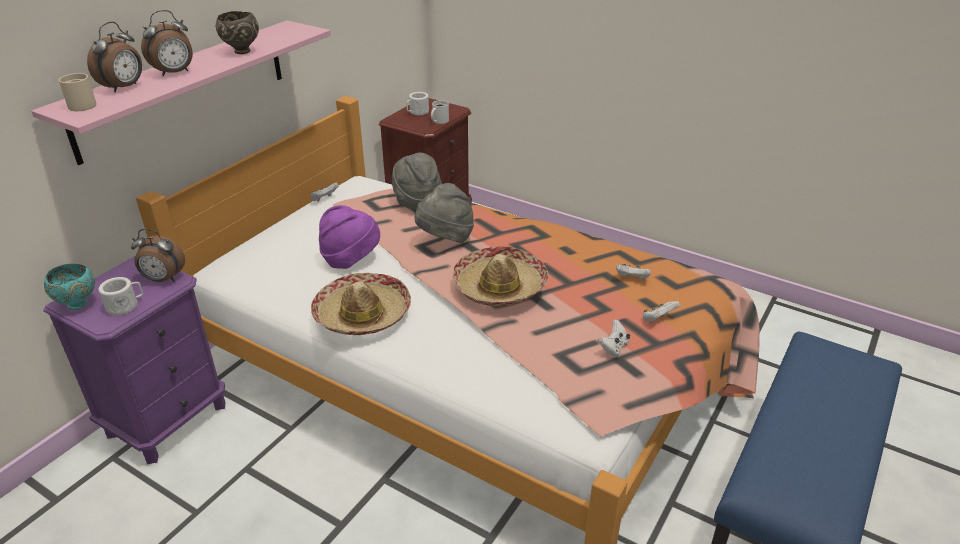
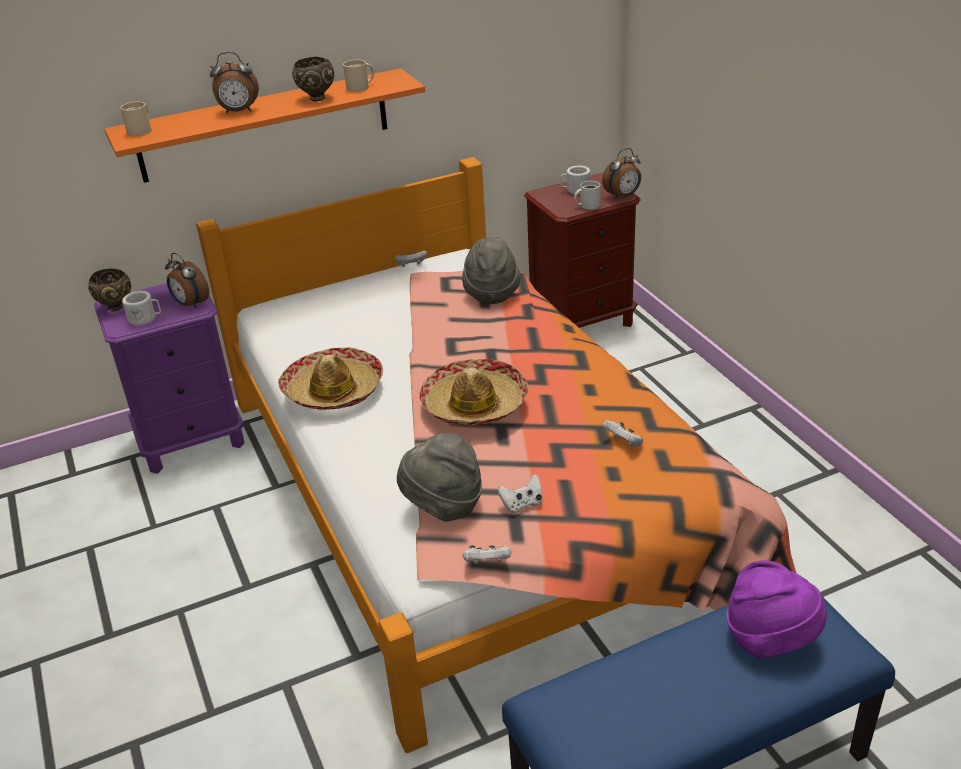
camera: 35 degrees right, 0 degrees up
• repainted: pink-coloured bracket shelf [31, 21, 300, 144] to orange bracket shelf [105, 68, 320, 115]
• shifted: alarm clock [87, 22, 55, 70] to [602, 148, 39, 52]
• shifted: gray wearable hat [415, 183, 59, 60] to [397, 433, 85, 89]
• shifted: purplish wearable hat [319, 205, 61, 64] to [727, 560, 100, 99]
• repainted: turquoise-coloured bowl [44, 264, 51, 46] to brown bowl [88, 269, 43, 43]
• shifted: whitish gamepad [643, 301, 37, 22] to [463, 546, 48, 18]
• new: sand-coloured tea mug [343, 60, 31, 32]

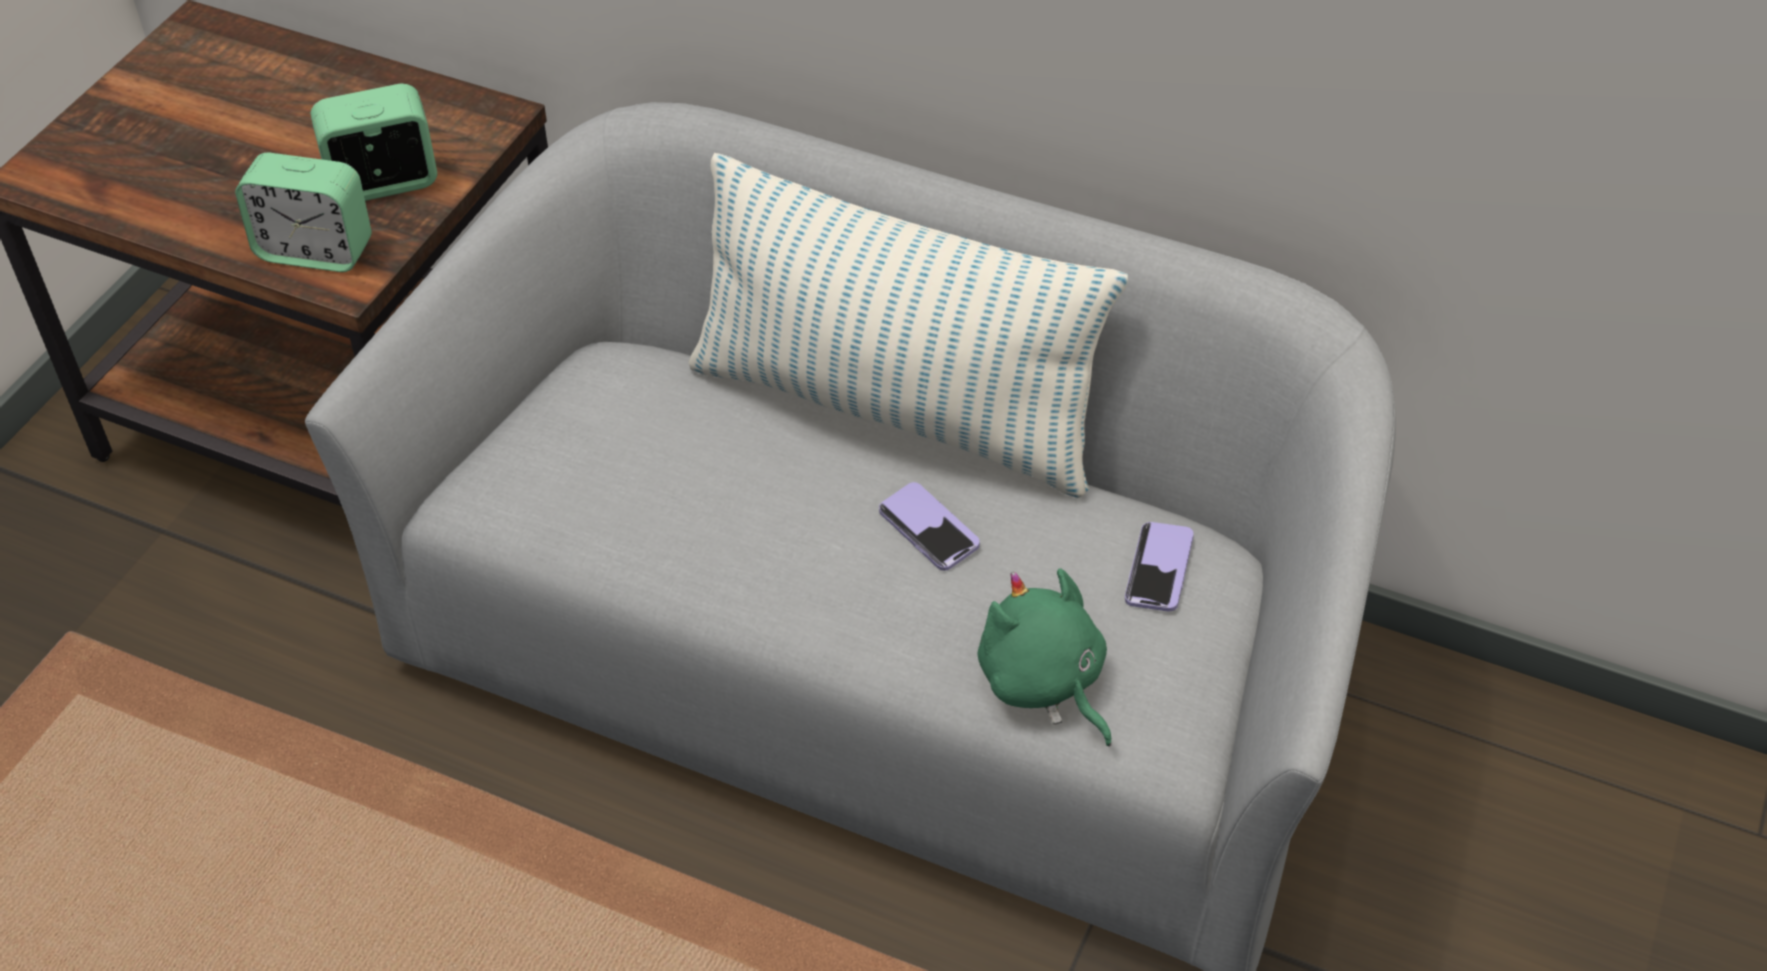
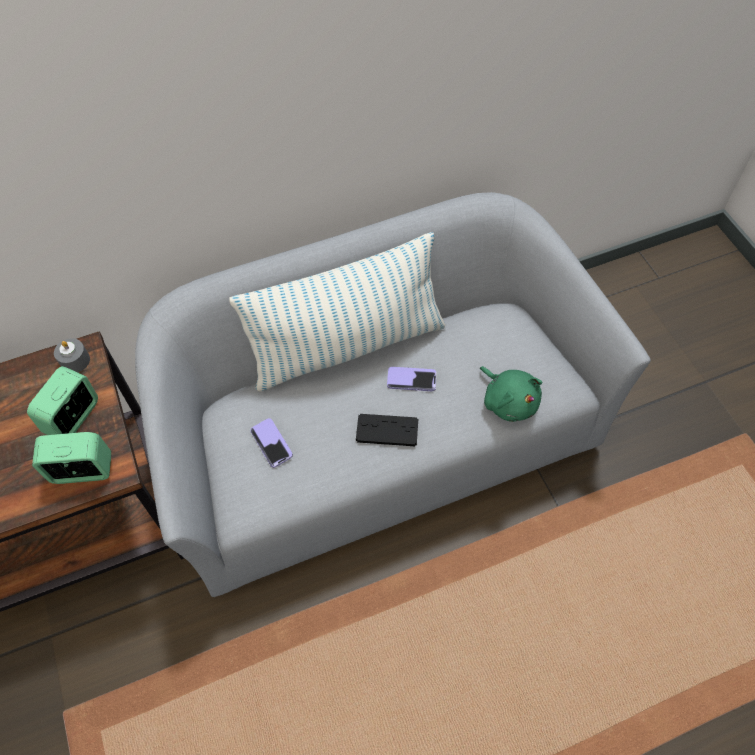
camera: 45 degrees left, 10 degrees up
• rotated: alarm clock [235, 152, 137, 120] = [32, 432, 79, 52] 150 degrees counterclockwise
• shifted: handset [1125, 522, 69, 90] to [250, 418, 43, 50]
• rotated: green plush toy [978, 568, 133, 178] = [480, 366, 62, 56] 135 degrees counterclockwise
• new: gray wax light [54, 338, 36, 34]
• new: blackish gamepad [356, 414, 62, 32]

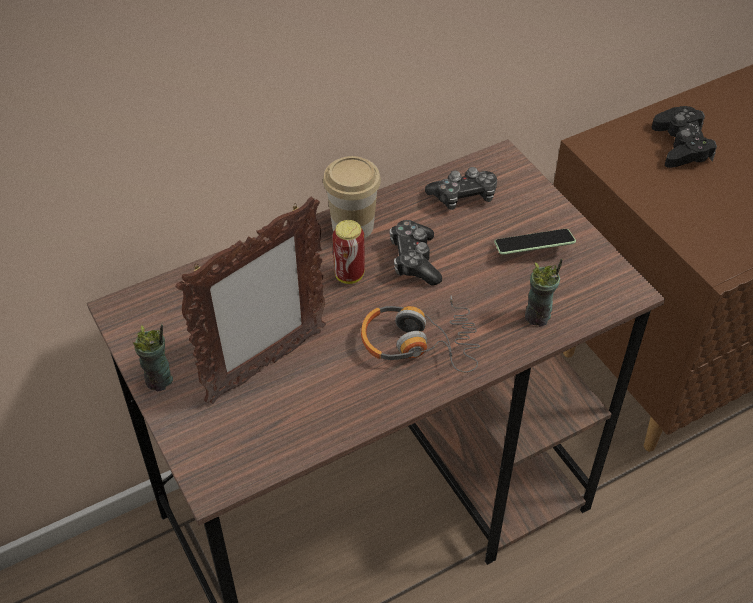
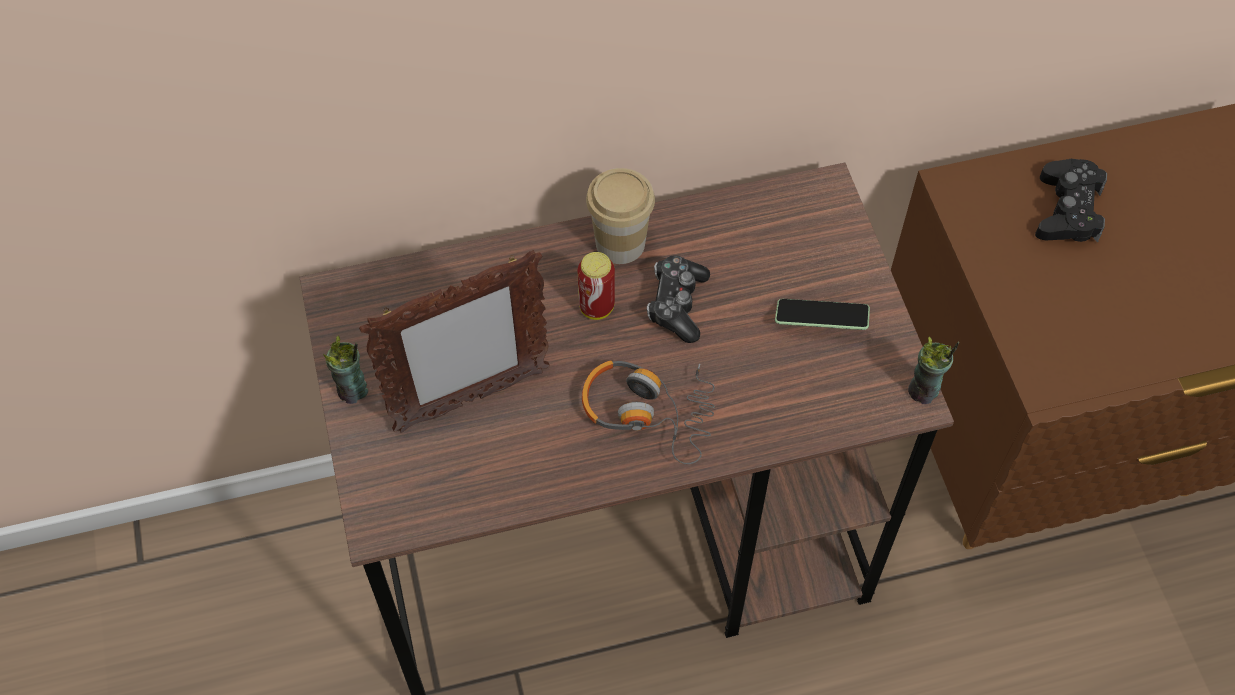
camera: 15 degrees right, 10 degrees up
• gone: gamepad [425, 167, 72, 43]
• shifted: cup [525, 259, 38, 68] to [908, 336, 51, 68]

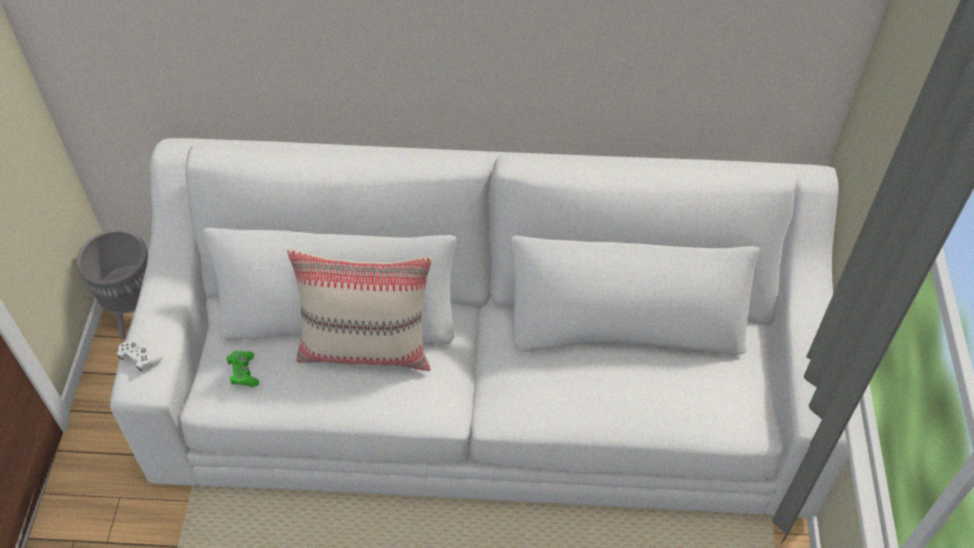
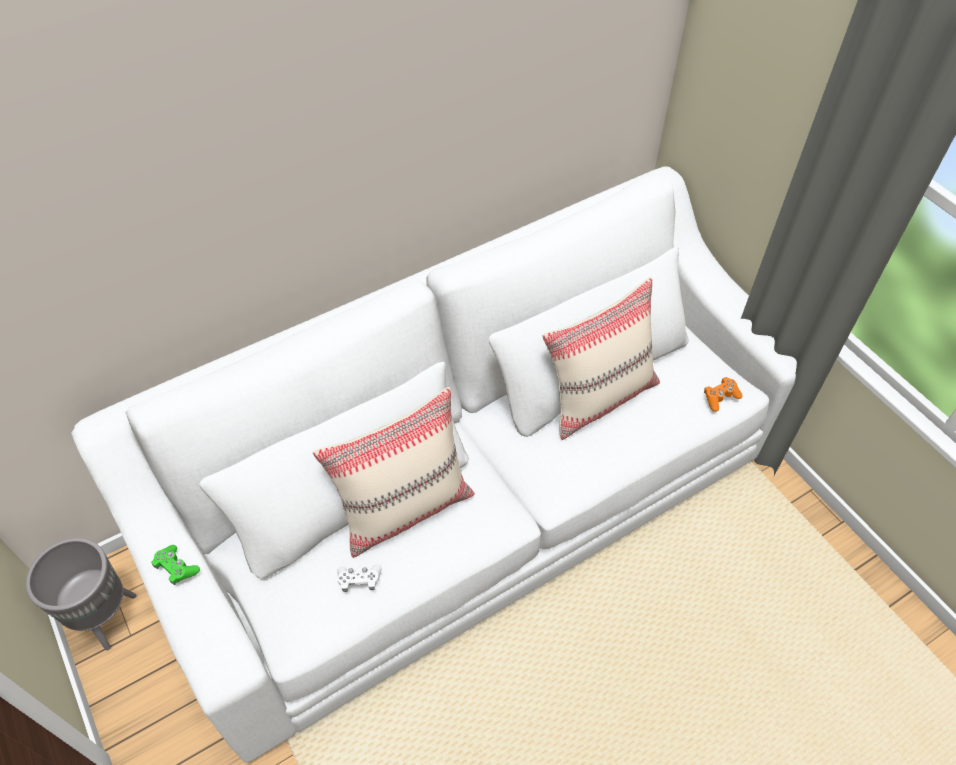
camera: 35 degrees left, 0 degrees up
• shifted: whitish gamepad [117, 339, 46, 32] to [337, 564, 45, 28]
• shifted: green gamepad [226, 351, 33, 36] to [151, 545, 49, 40]
• new: sand-coloured throw pillow [542, 277, 118, 163]
• new: orange gamepad [704, 377, 39, 35]

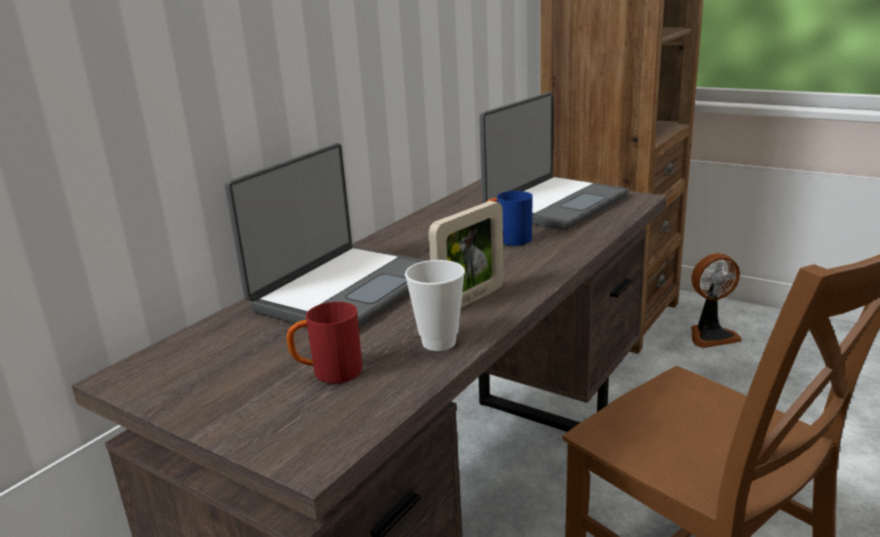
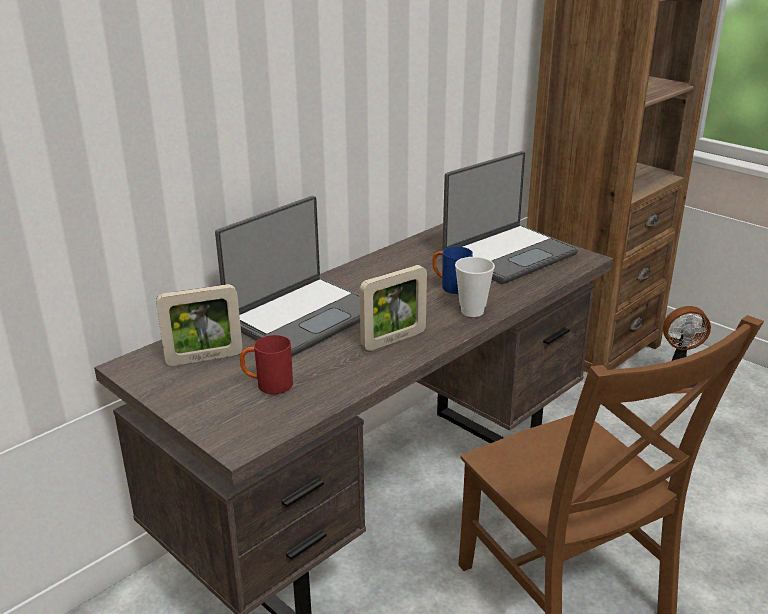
camera: 10 degrees right, 5 degrees up
• shifted: cup [405, 260, 60, 91] to [455, 257, 40, 60]
• new: standing frame [156, 284, 87, 82]

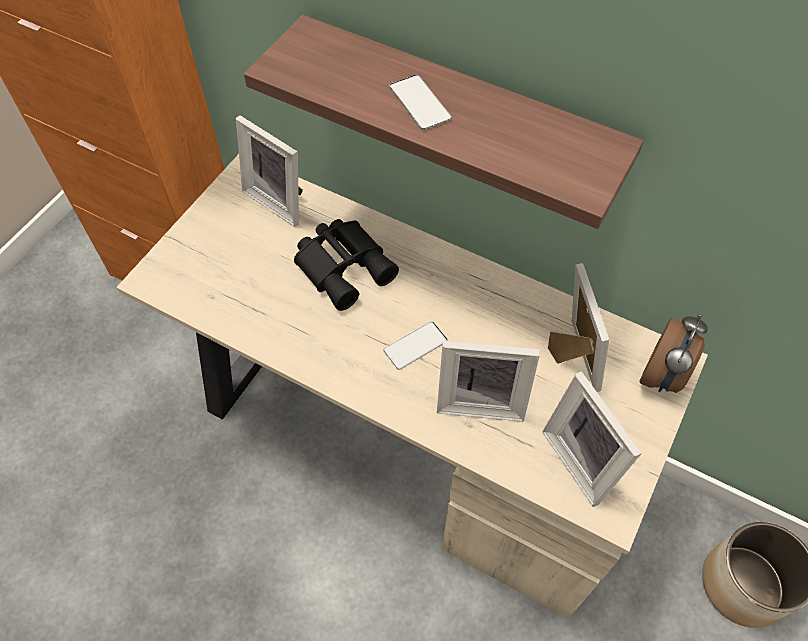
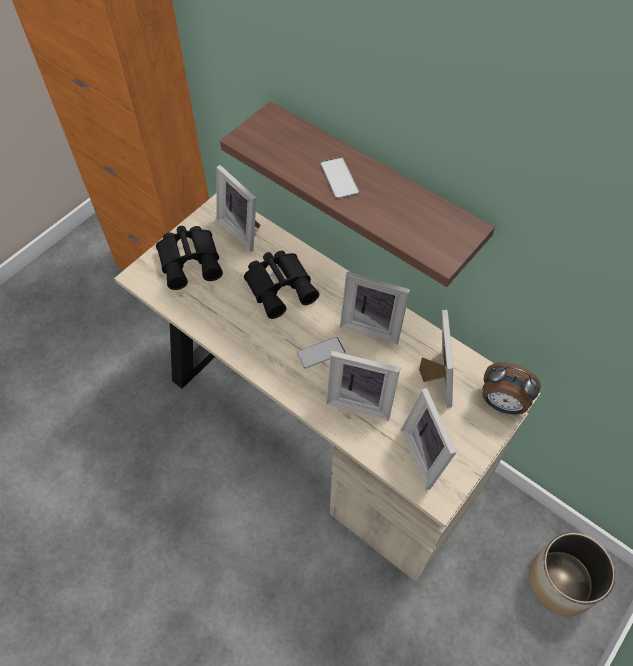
camera: 10 degrees right, 0 degrees up
• rotated: alarm clock [639, 314, 69, 79] = [482, 362, 59, 52] 75 degrees clockwise
• new: blackish field glasses [156, 226, 67, 64]
• new: standing frame [340, 271, 70, 73]

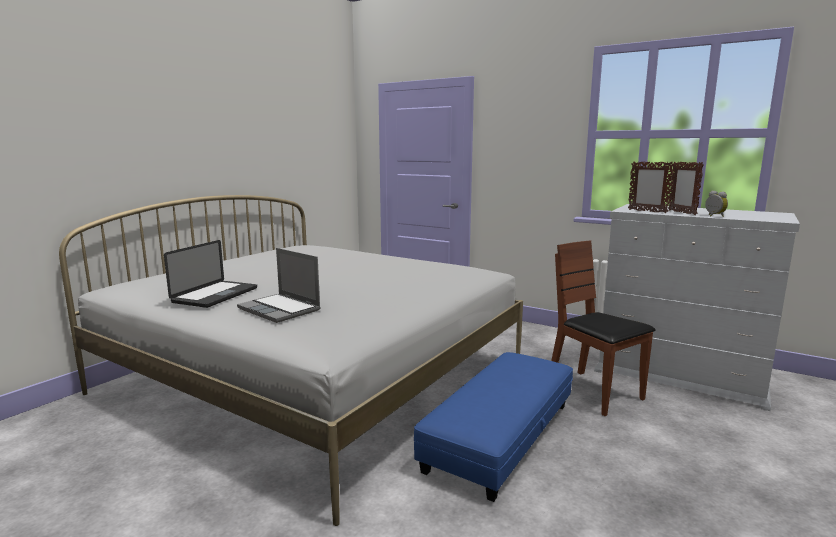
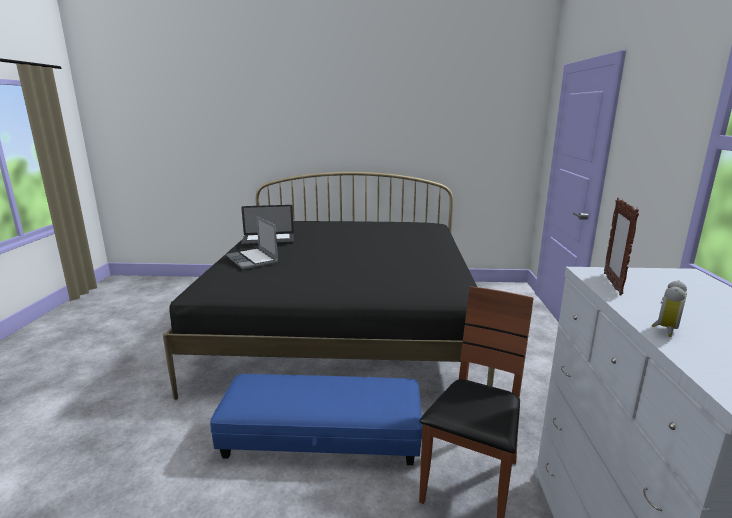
camera: 60 degrees right, 5 degrees up
• gone: standing frame [668, 162, 36, 53]
• repainted: whitish bedroom bed [59, 195, 464, 331] to blackish bedroom bed [163, 172, 332, 228]
• rotated: portable computer [237, 248, 84, 75] = [226, 216, 52, 54] 45 degrees counterclockwise

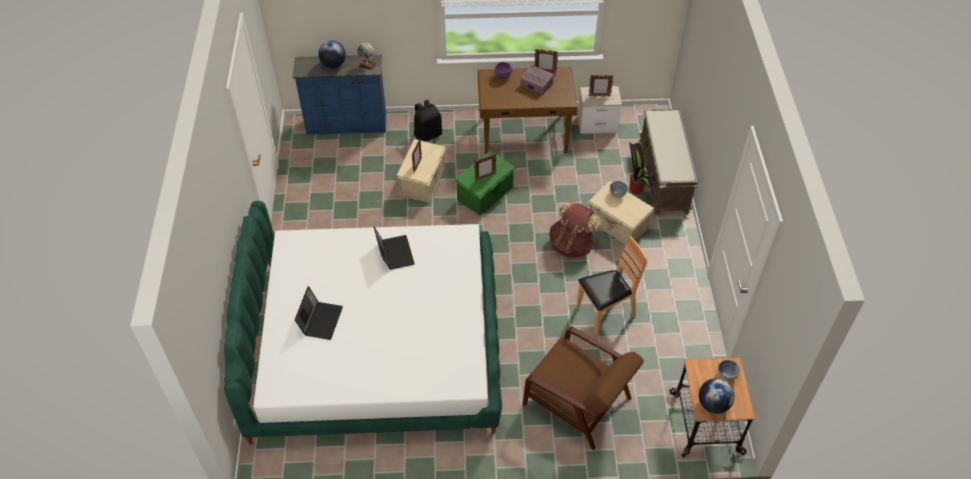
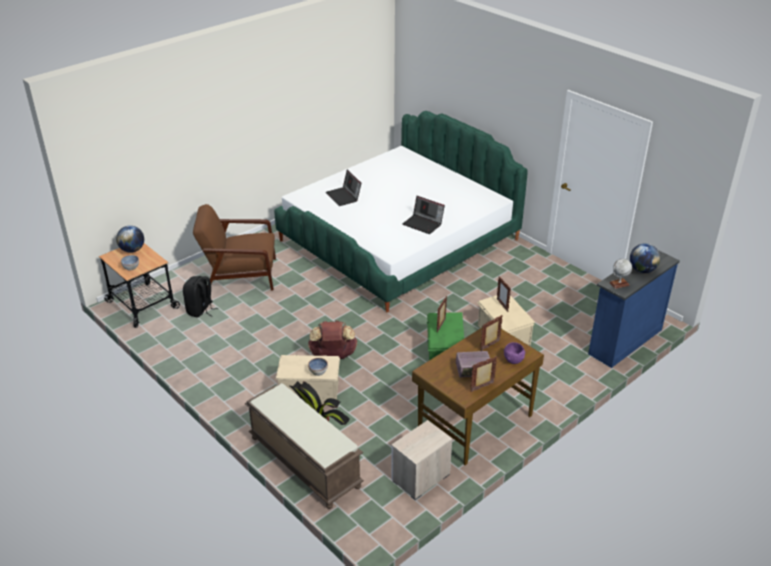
camera: 140 degrees right, 15 degrees down
• shifted: standing frame [589, 75, 25, 22] to [480, 315, 23, 36]
• shifted: blackish rucksack [414, 100, 28, 42] to [183, 276, 35, 42]
• gone: brown plain chair [576, 236, 72, 100]
• shifted: portable computer [295, 286, 48, 54] to [326, 170, 35, 36]

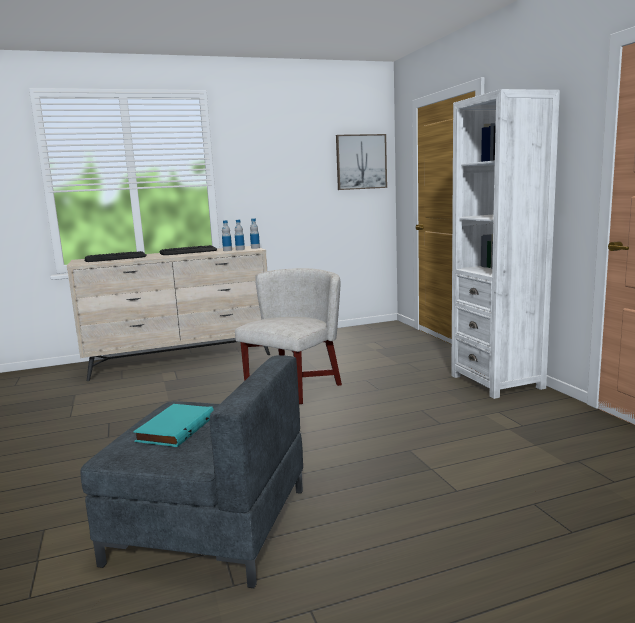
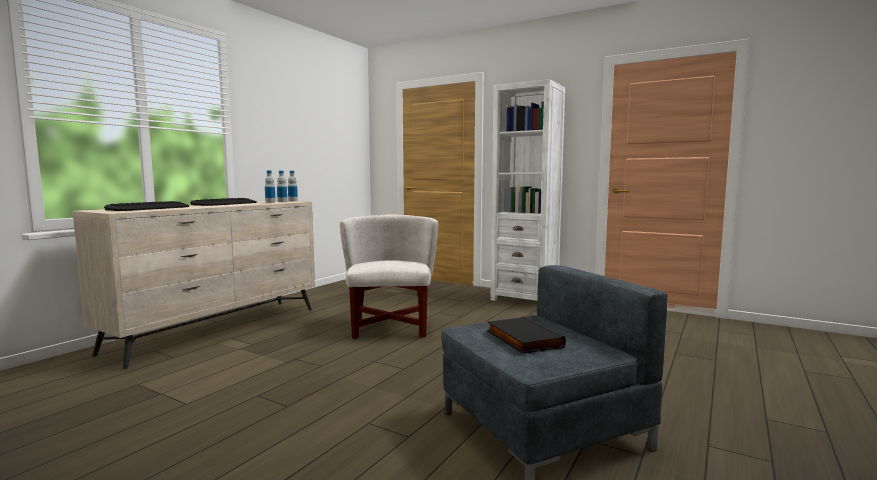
camera: 40 degrees left, 5 degrees down
• gone: wall picture [336, 134, 51, 56]
• repainted: turquoise-coloured book [133, 404, 81, 43] to blackish book [487, 316, 79, 38]

